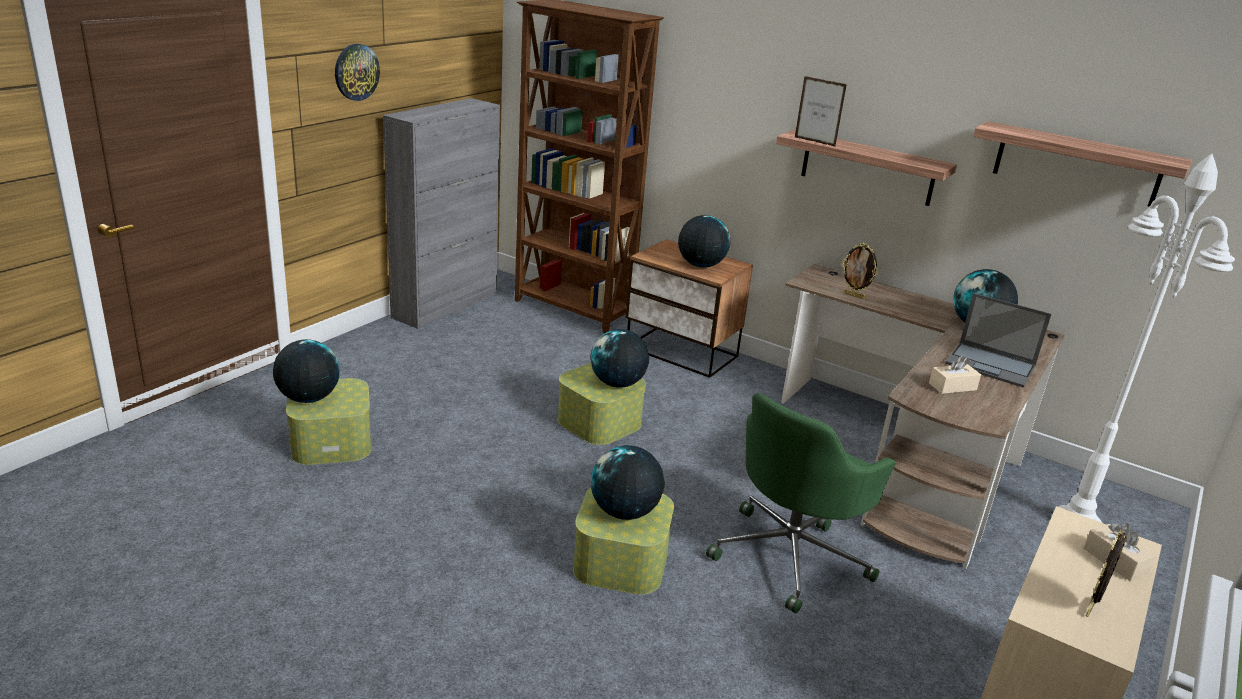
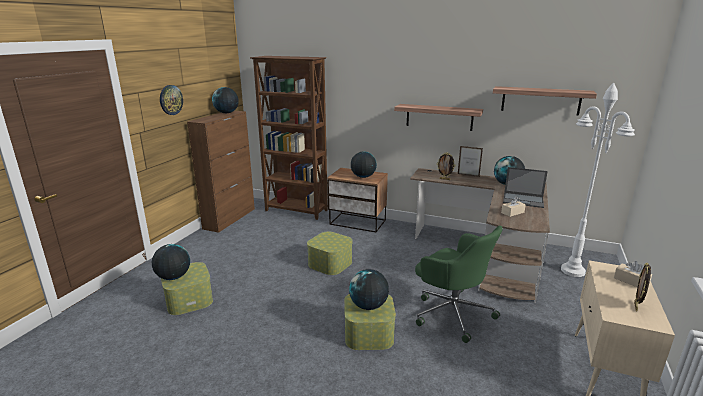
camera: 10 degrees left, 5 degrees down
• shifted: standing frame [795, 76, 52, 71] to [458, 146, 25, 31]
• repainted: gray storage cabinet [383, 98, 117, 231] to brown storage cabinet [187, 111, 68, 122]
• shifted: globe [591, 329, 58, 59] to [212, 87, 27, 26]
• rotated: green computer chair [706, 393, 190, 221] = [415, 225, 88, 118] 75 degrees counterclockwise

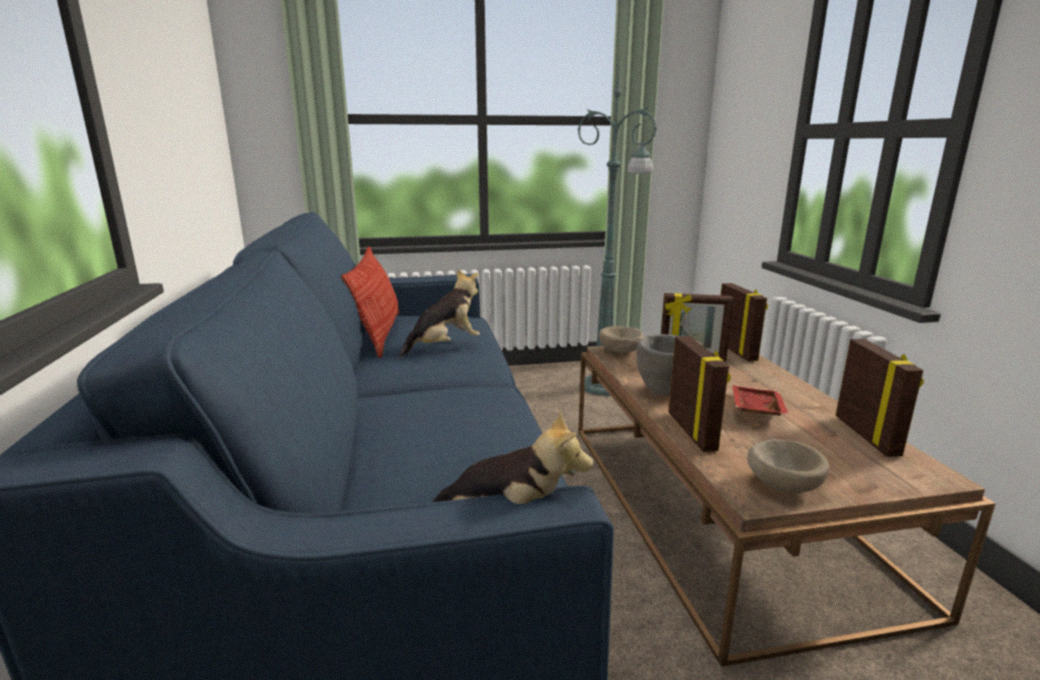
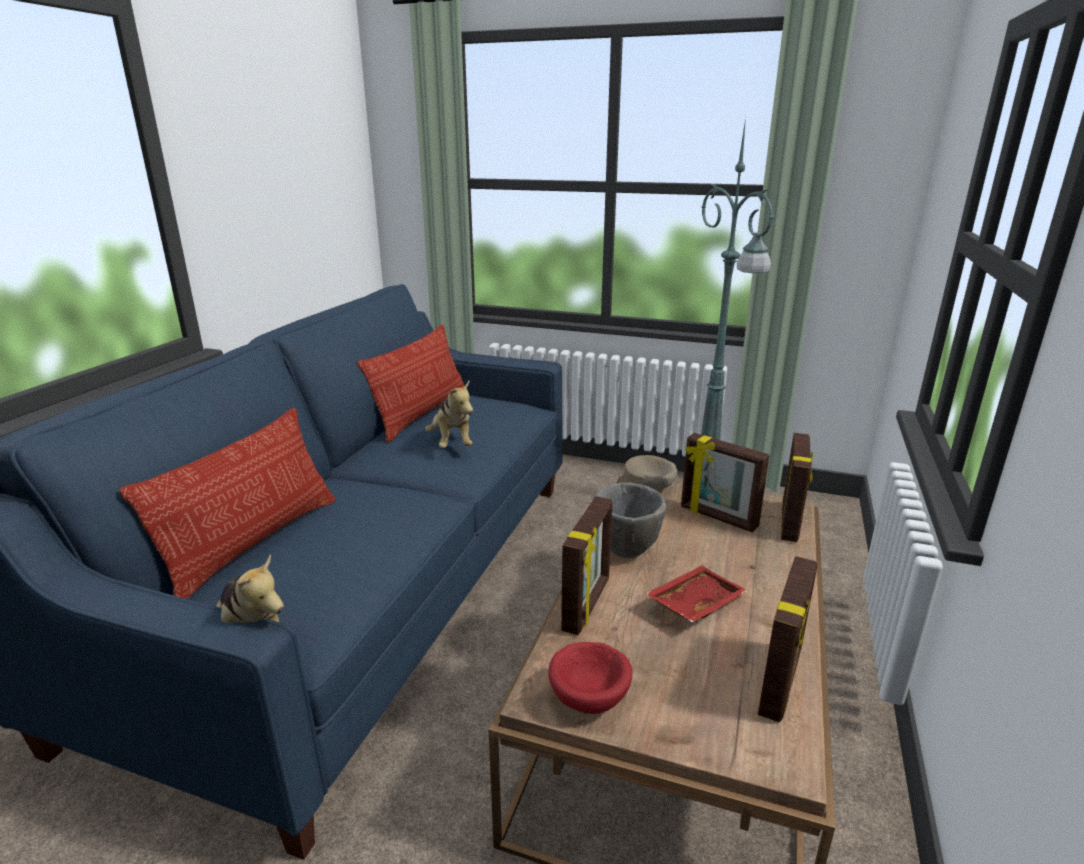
camera: 30 degrees right, 5 degrees up
• rotated: plush toy [399, 269, 81, 89] = [425, 381, 48, 67] 75 degrees clockwise
• repainted: sand-coloured bowl [748, 439, 82, 54] to reddish bowl [548, 642, 84, 72]
• new: throw pillow [120, 408, 215, 191]

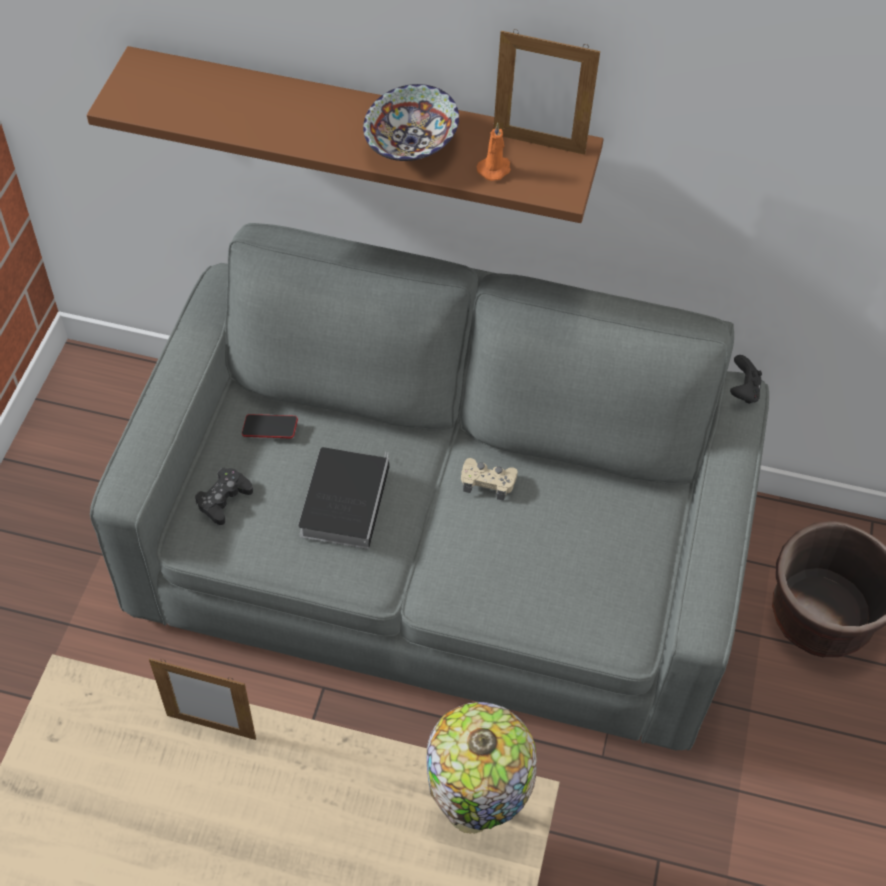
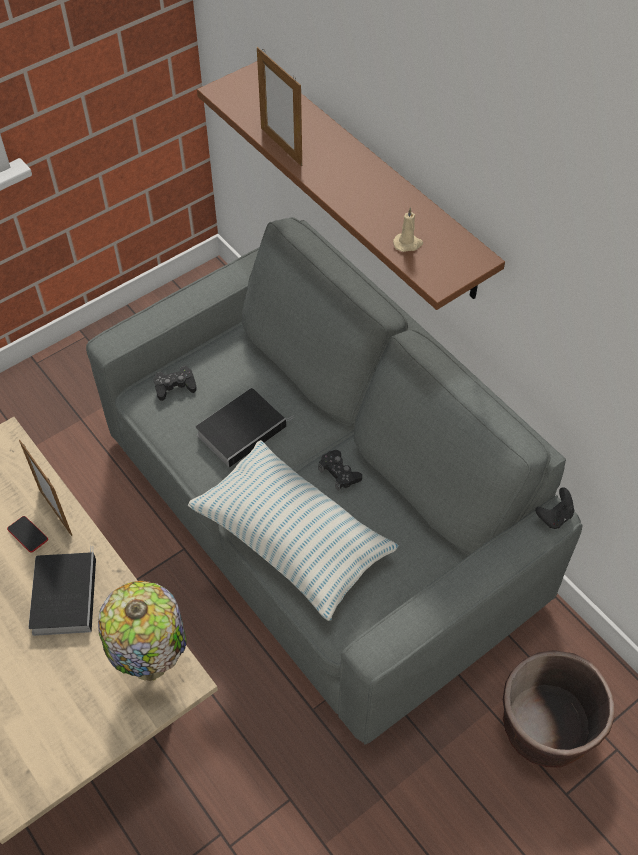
camera: 40 degrees right, 0 degrees up
• shifted: standing frame [493, 29, 107, 126] to [257, 47, 45, 119]
• gone: bowl [363, 84, 96, 77]
• repainted: orange wax light [477, 123, 34, 58] to sand-coloured wax light [393, 207, 30, 45]
• shifted: handset [242, 414, 56, 24] to [7, 516, 41, 37]
• repainted: sand-coloured gamepad [461, 458, 57, 43] to blackish gamepad [318, 450, 44, 41]
• new: throw pillow [188, 440, 211, 181]
• new: book [29, 546, 67, 90]

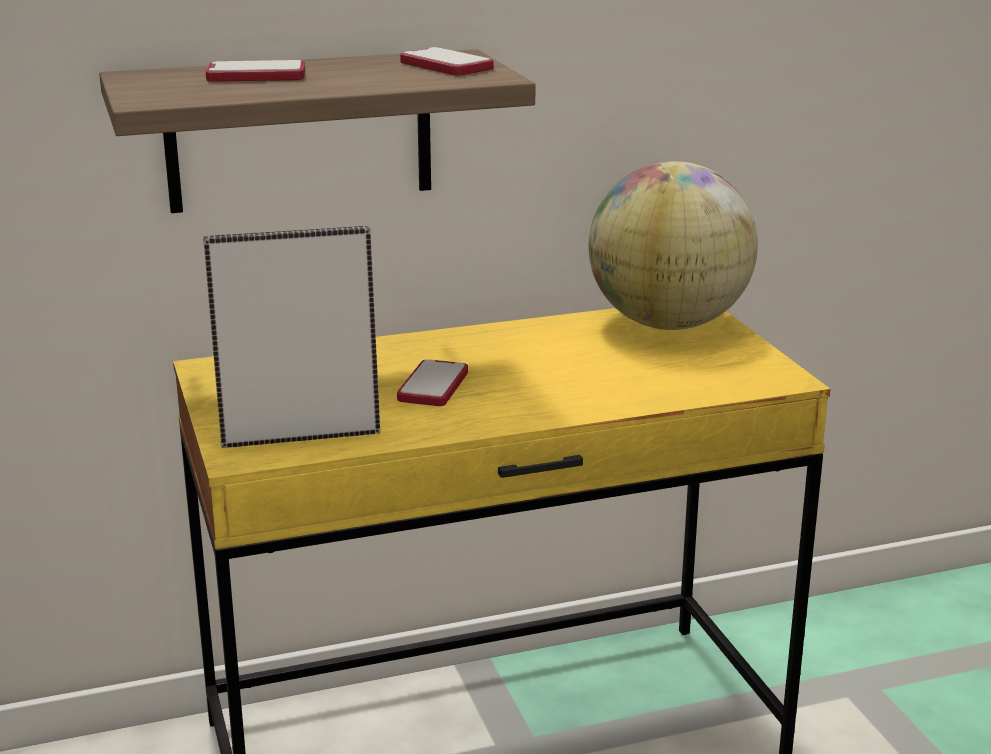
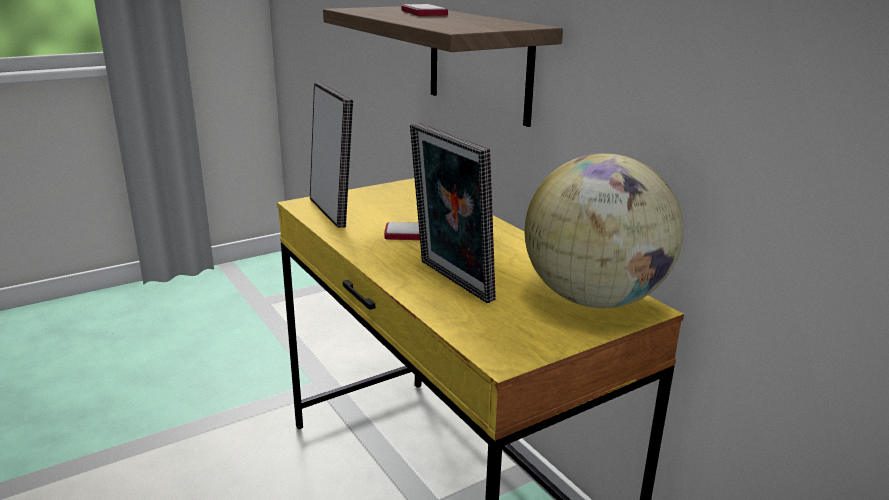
camera: 75 degrees right, 0 degrees up
• gone: handset [400, 47, 94, 28]
• new: standing frame [410, 122, 86, 181]

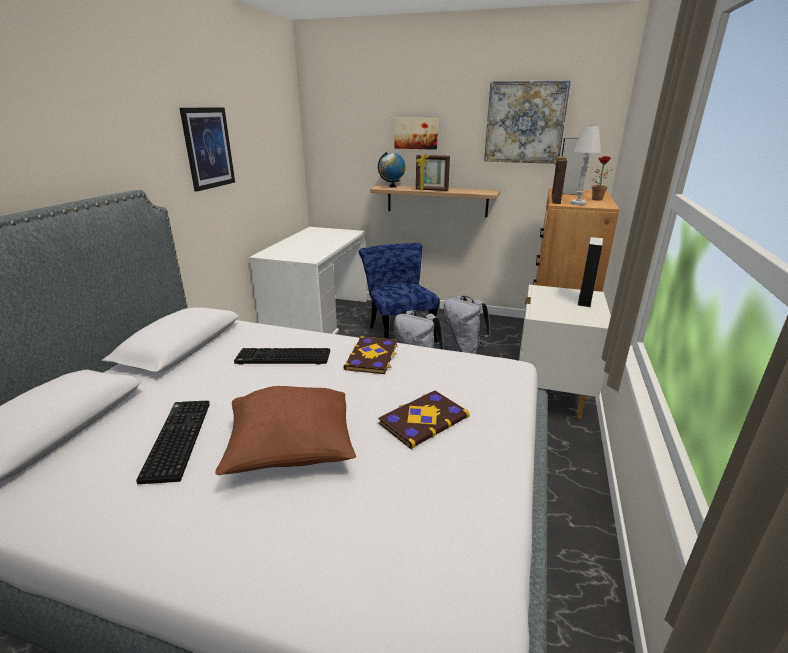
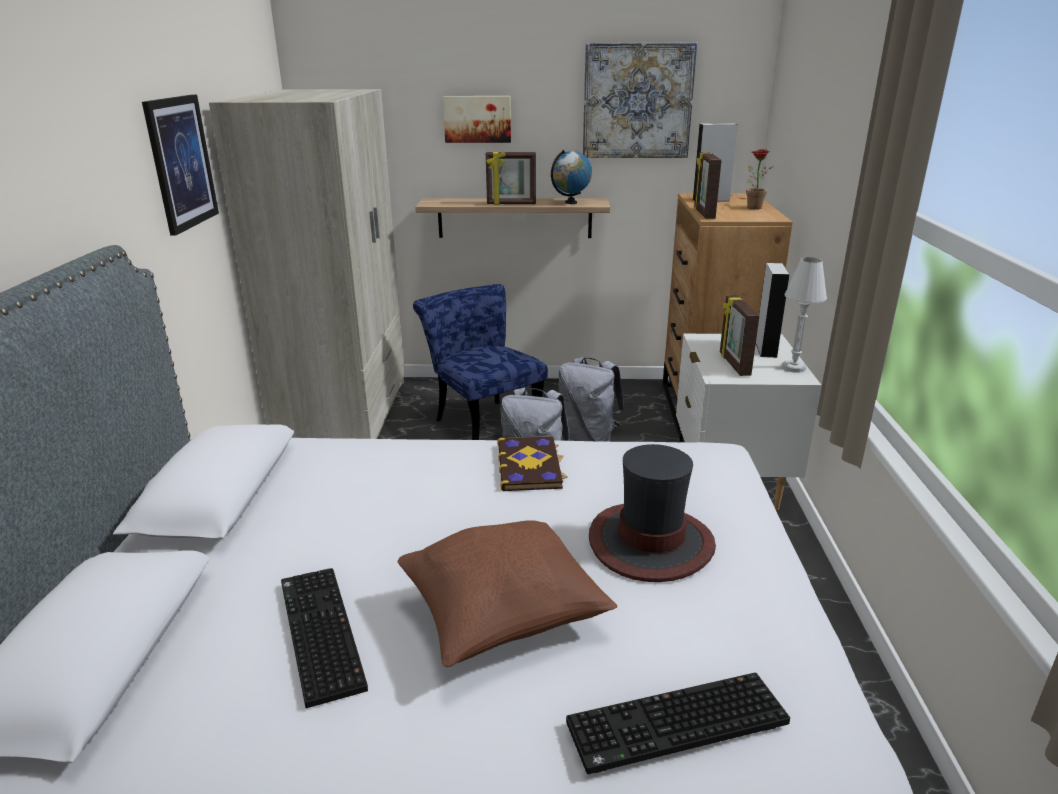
camera: 15 degrees left, 0 degrees up
• shifted: whitish lamp for a table [571, 125, 30, 80] to [782, 257, 45, 116]
• shifted: globe [378, 152, 28, 35] to [551, 150, 41, 54]
• swapped: whitish desk table [249, 227, 118, 107] to sand-coloured wardrobe [209, 89, 196, 350]
• shifted: keyboard [234, 348, 96, 16] to [566, 673, 224, 101]
• swapped: book [378, 391, 92, 58] to wearable hat [589, 444, 127, 138]
• new: standing frame [720, 295, 40, 81]

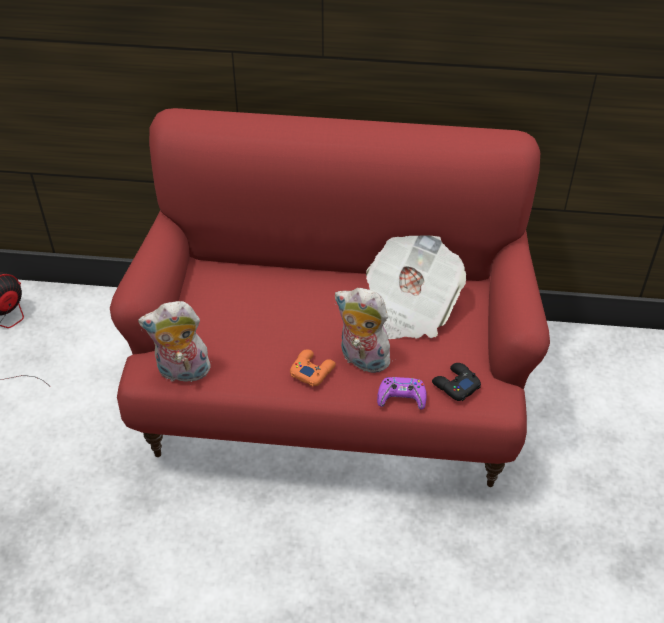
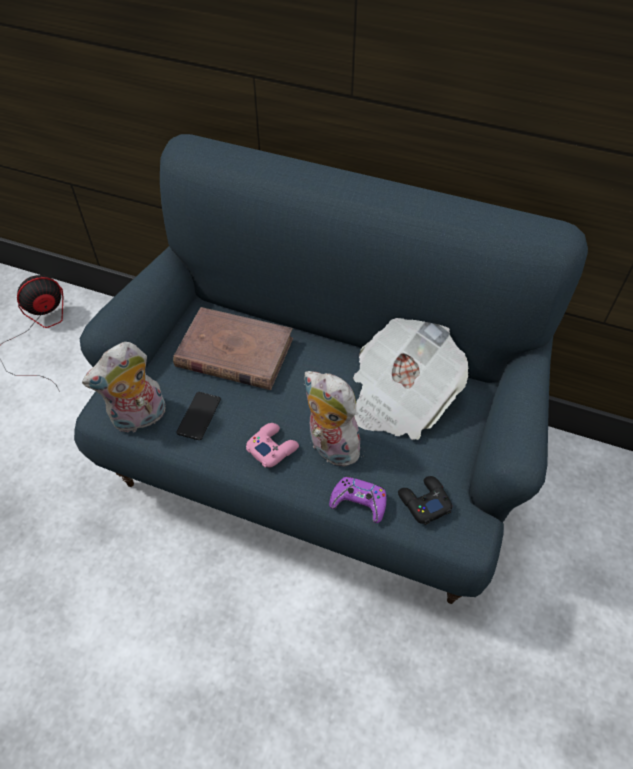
camera: 15 degrees right, 5 degrees up
• repainted: reddish settee [110, 108, 440, 379] to bluish settee [74, 134, 514, 470]
• rotated: plush toy [138, 301, 74, 81] = [82, 342, 83, 91] 45 degrees counterclockwise
• repainted: orange gamepad [290, 349, 46, 38] to pink-coloured gamepad [246, 423, 53, 45]
• new: brown book [173, 307, 120, 83]
• new: handset [177, 392, 44, 48]

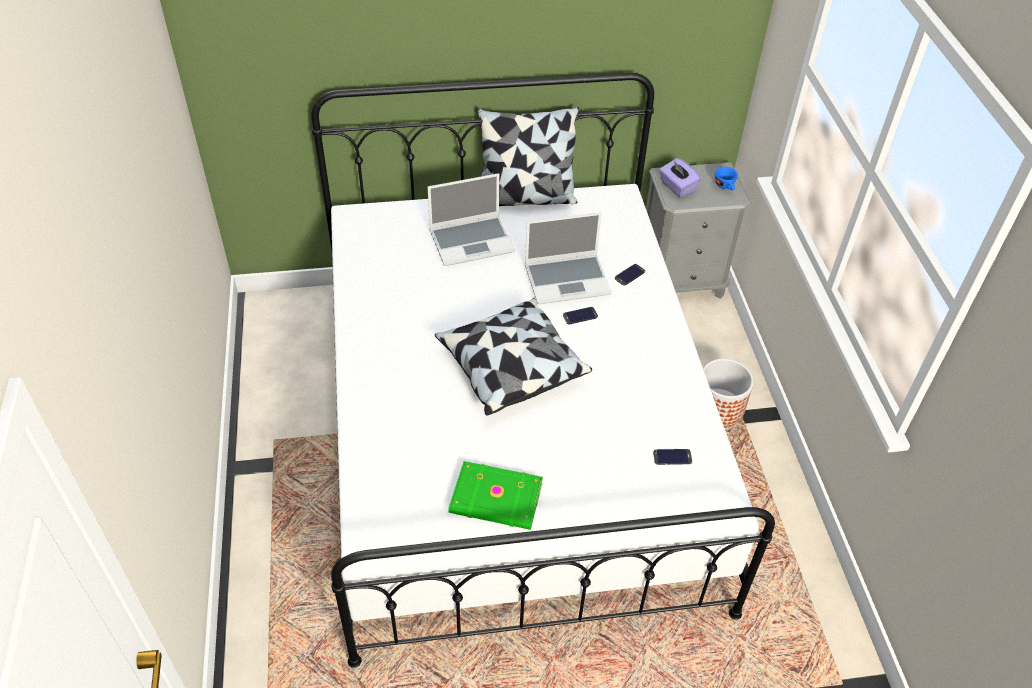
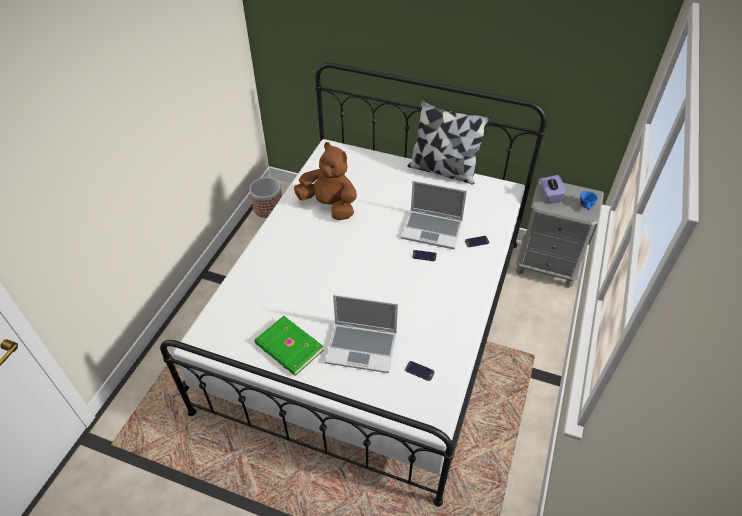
camera: 30 degrees right, 0 degrees up
• shifted: portable computer [428, 173, 87, 93] to [325, 295, 73, 78]
• gone: throw pillow [435, 298, 157, 117]
• shifted: planter [703, 358, 51, 68] to [249, 177, 33, 41]
• new: brown plush toy [294, 142, 63, 78]

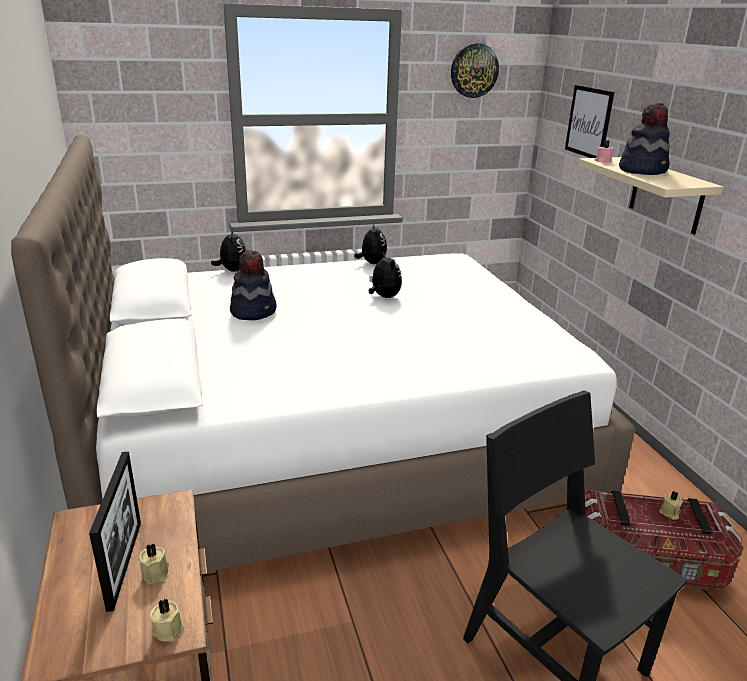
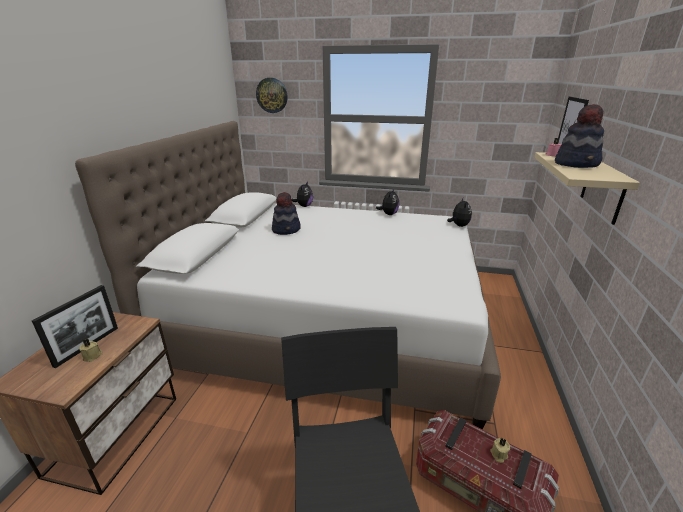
camera: 30 degrees right, 0 degrees up
• shifted: clock on the wall [451, 43, 48, 55] to [256, 78, 32, 35]
• shifted: plush toy [369, 251, 33, 47] to [447, 198, 25, 29]
• gone: sand-coloured wax light [150, 598, 34, 44]

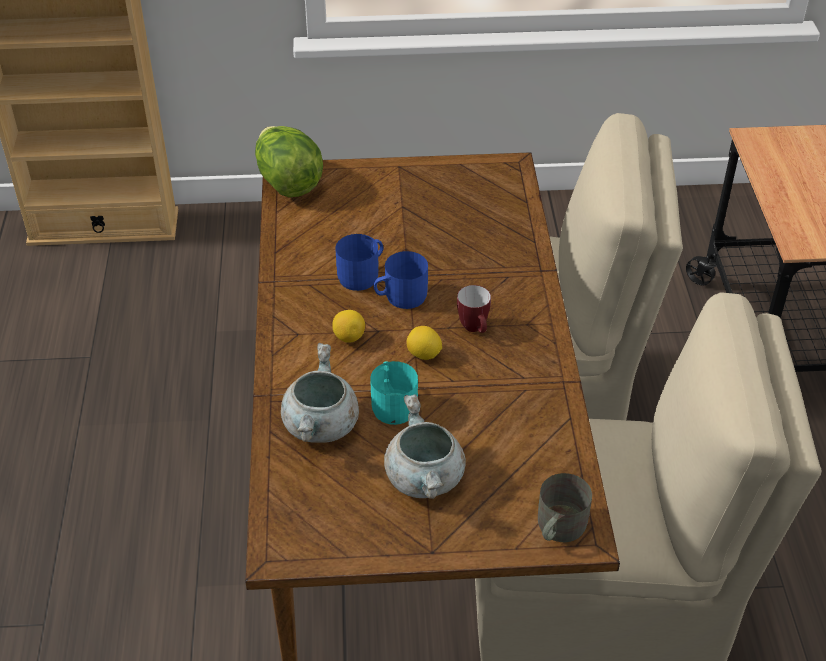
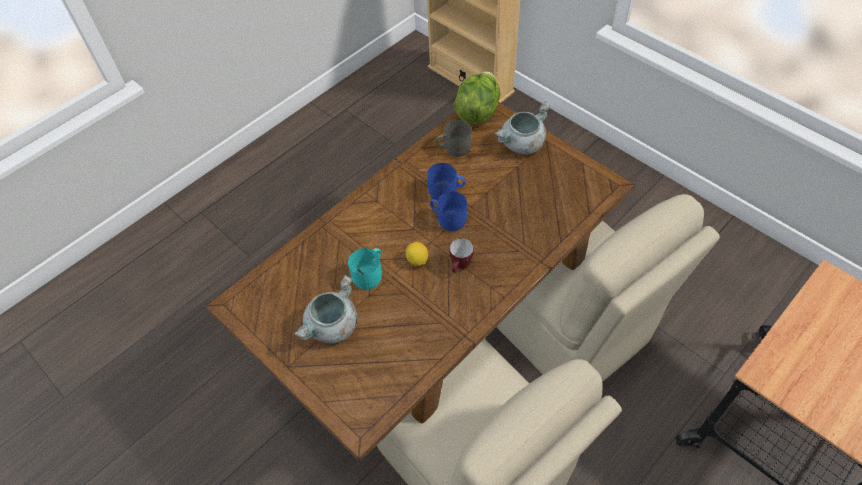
camera: 50 degrees right, 10 degrees up
• gone: citrus fruit [332, 310, 33, 33]
• shifted: gray cooking pot [281, 343, 78, 100] to [495, 102, 55, 53]
• shifted: gray tea mug [538, 473, 54, 69] to [436, 119, 36, 38]

